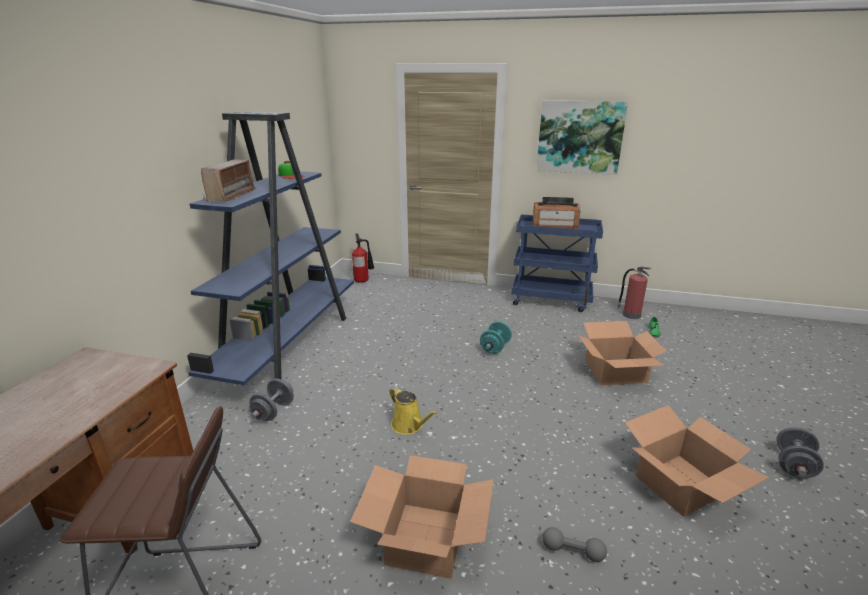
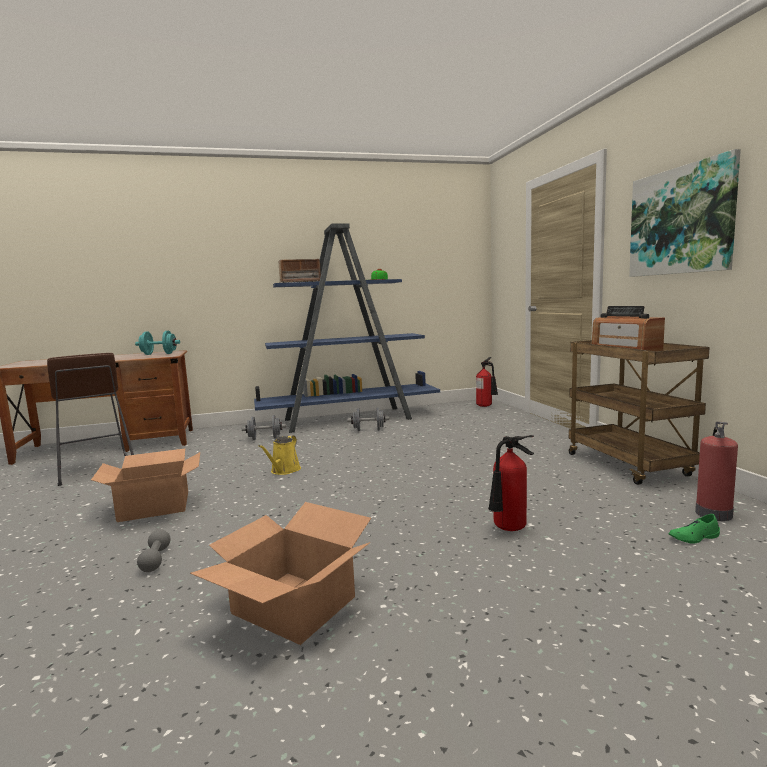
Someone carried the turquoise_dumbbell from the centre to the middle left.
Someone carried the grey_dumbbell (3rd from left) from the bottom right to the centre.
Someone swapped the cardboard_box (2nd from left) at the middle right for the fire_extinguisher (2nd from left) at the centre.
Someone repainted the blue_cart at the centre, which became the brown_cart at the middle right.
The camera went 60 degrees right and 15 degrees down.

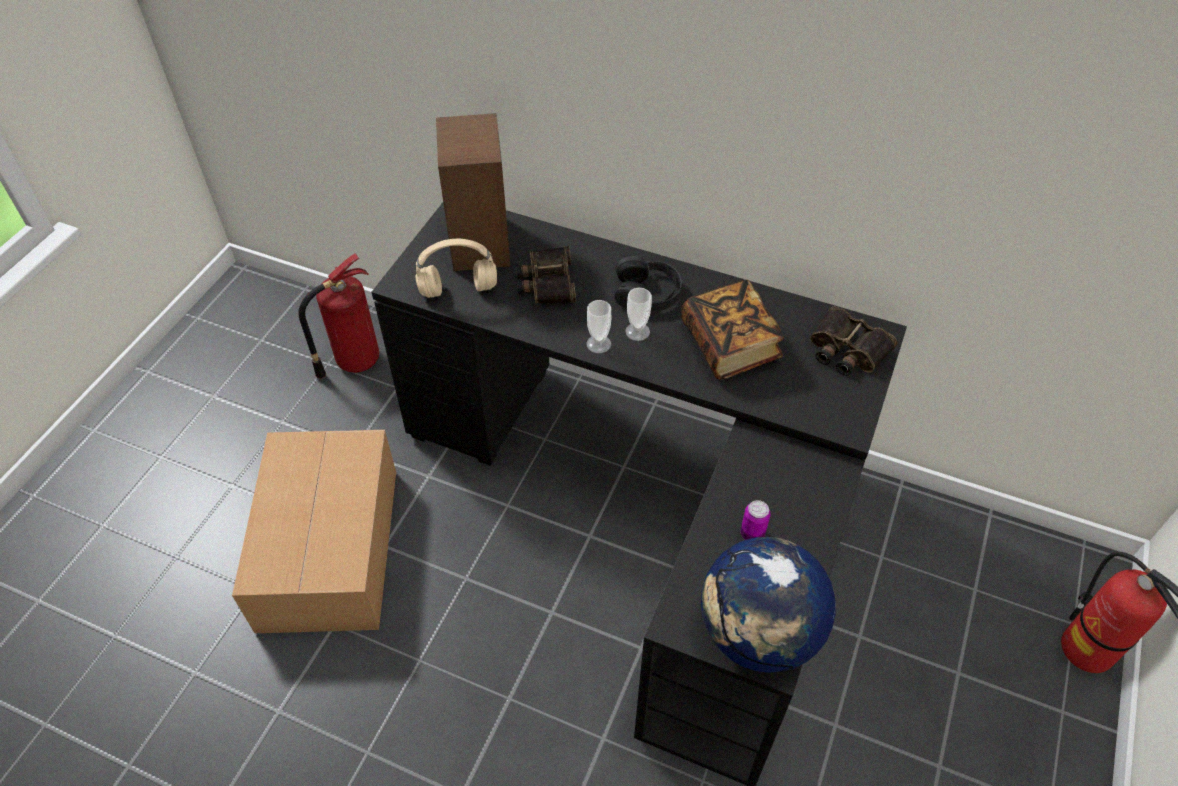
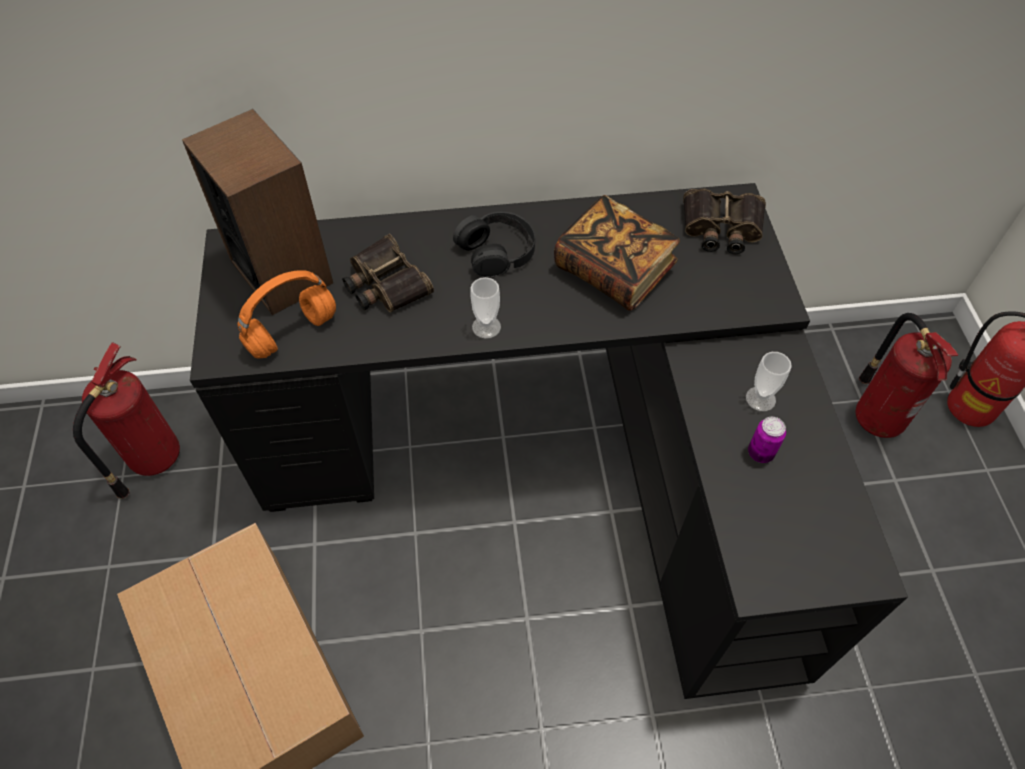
Someone took away the globe at the bottom centre.
Someone put down the fire_extinguisher (2nd from left) at the middle right.
Someone carried the cup (2nd from left) from the centre to the middle right.
Someone repainted the beige_headphones at the centre, which became the orange_headphones at the middle left.
The camera went 30 degrees left and 5 degrees up.

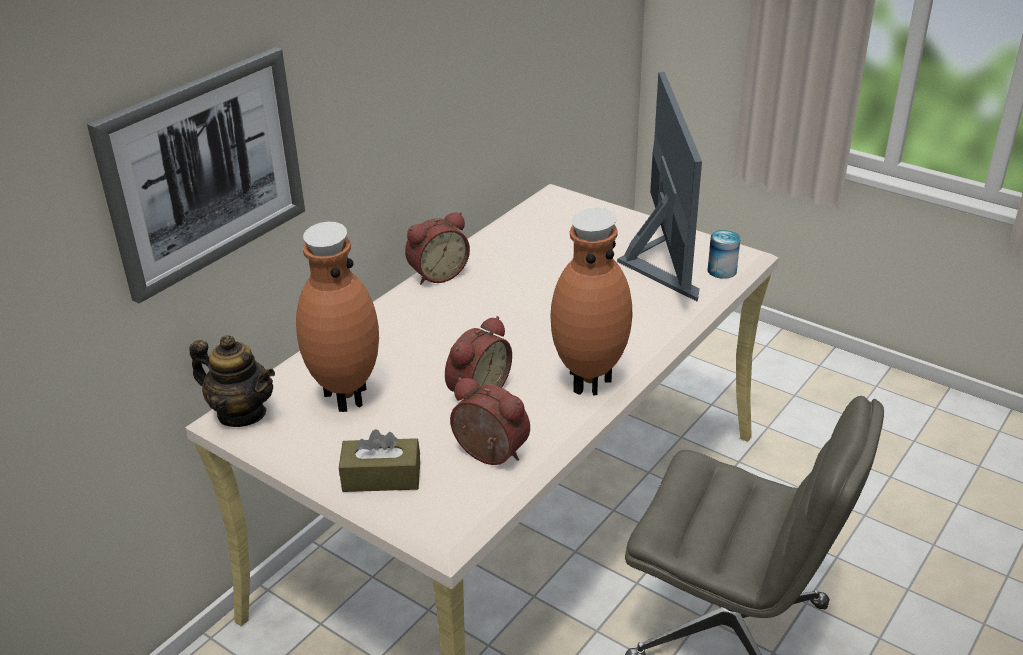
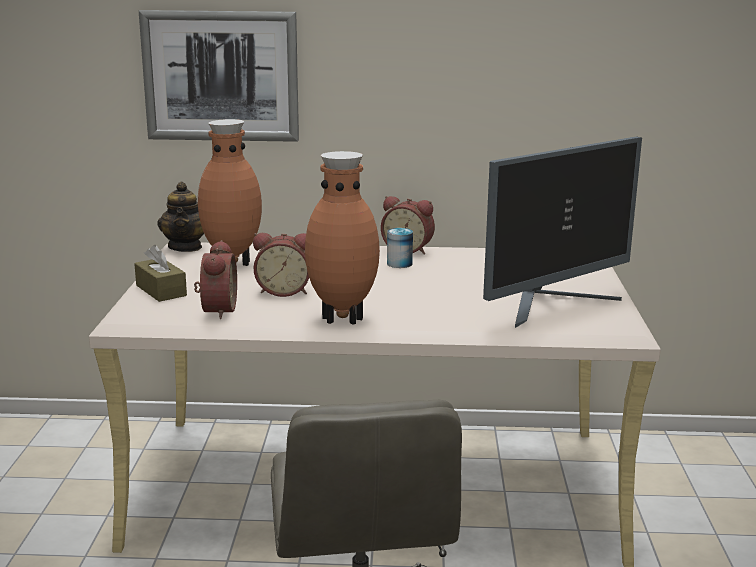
Someone carried the can from the middle right to the centre.
The camera went 55 degrees right and 15 degrees down.

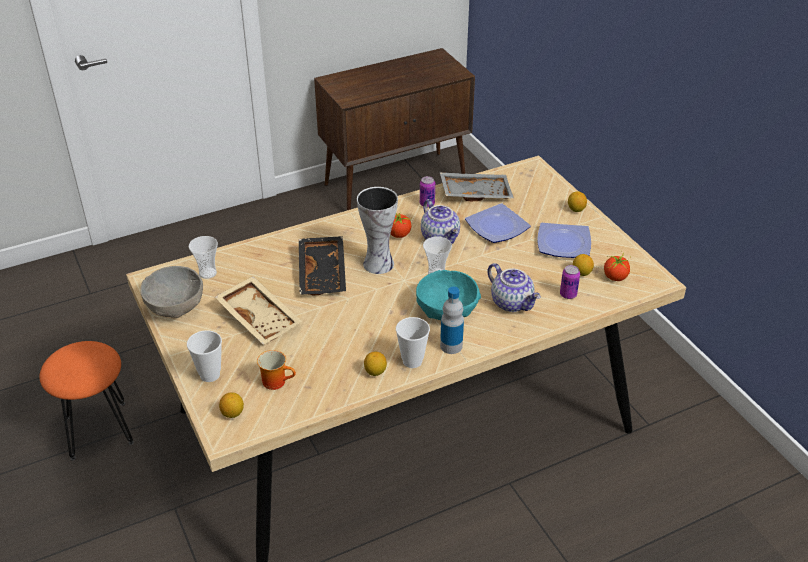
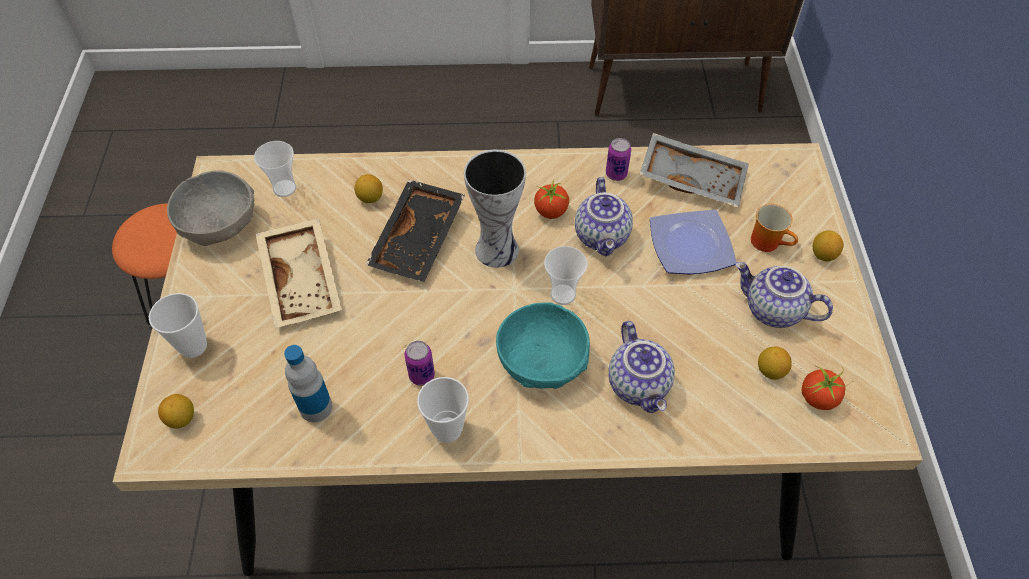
Someone carried the mug from the centre to the middle right.
Someone carried the lemon (2nd from left) from the centre to the top centre.
Someone carried the bottle from the centre to the middle left.
Someone carried the can (2nd from left in the first image) from the middle right to the centre.
Someone swapped the plate (2nd from left) at the middle right for the teapot (3rd from left) at the middle right.
The camera went 25 degrees right and 15 degrees up.

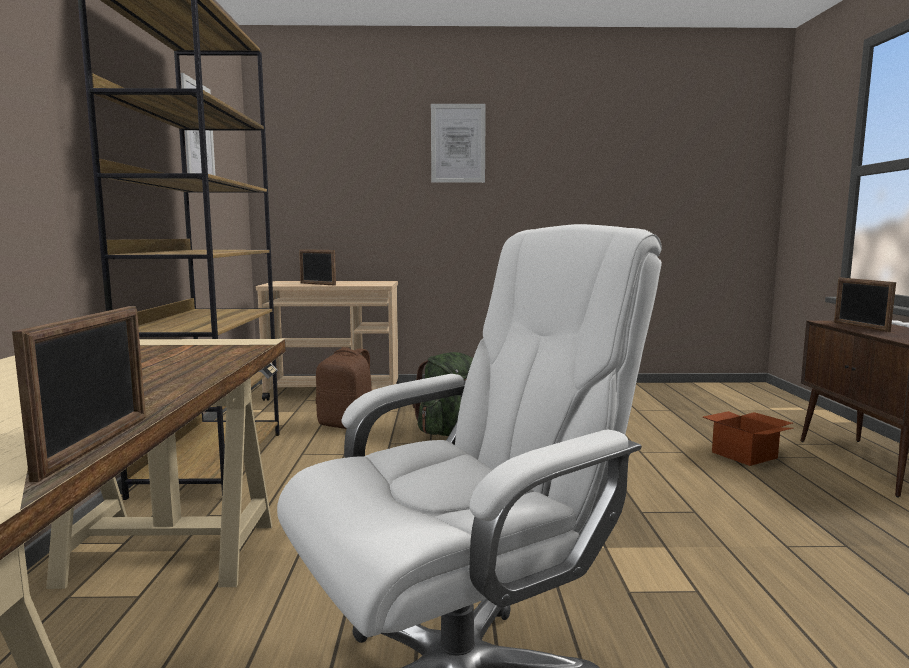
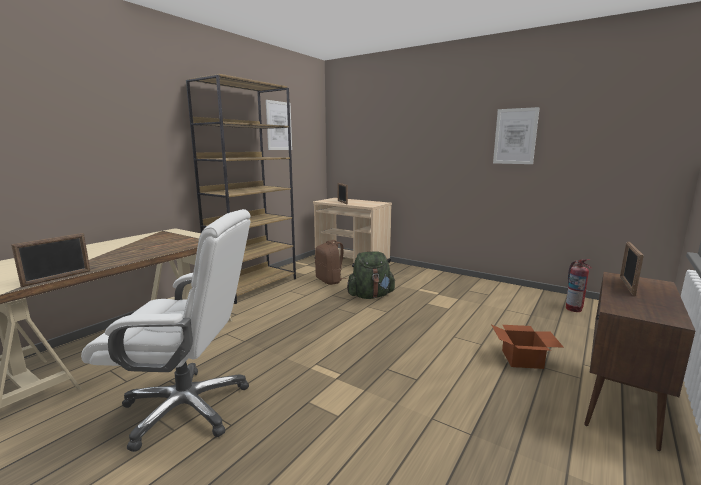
Someone put down the fire_extinguisher at the middle right.
Someone carried the picture (2nd from left) from the top centre to the top right.
The camera went 35 degrees right and 5 degrees up.

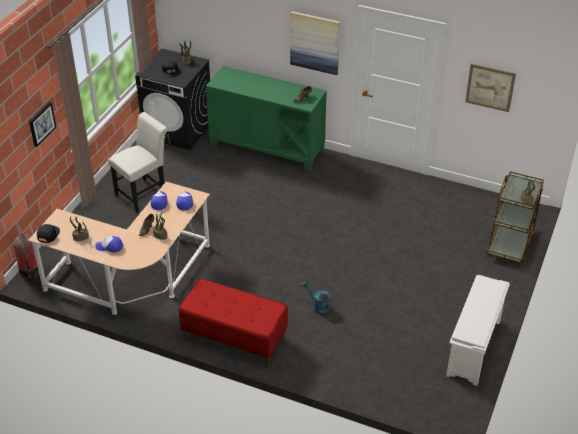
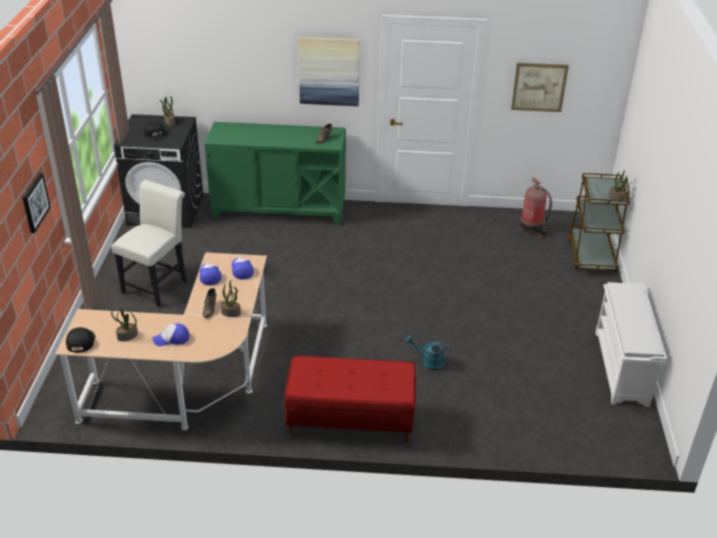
Someone carried the fire_extinguisher from the middle left to the middle right.
The camera went 20 degrees left and 5 degrees down.

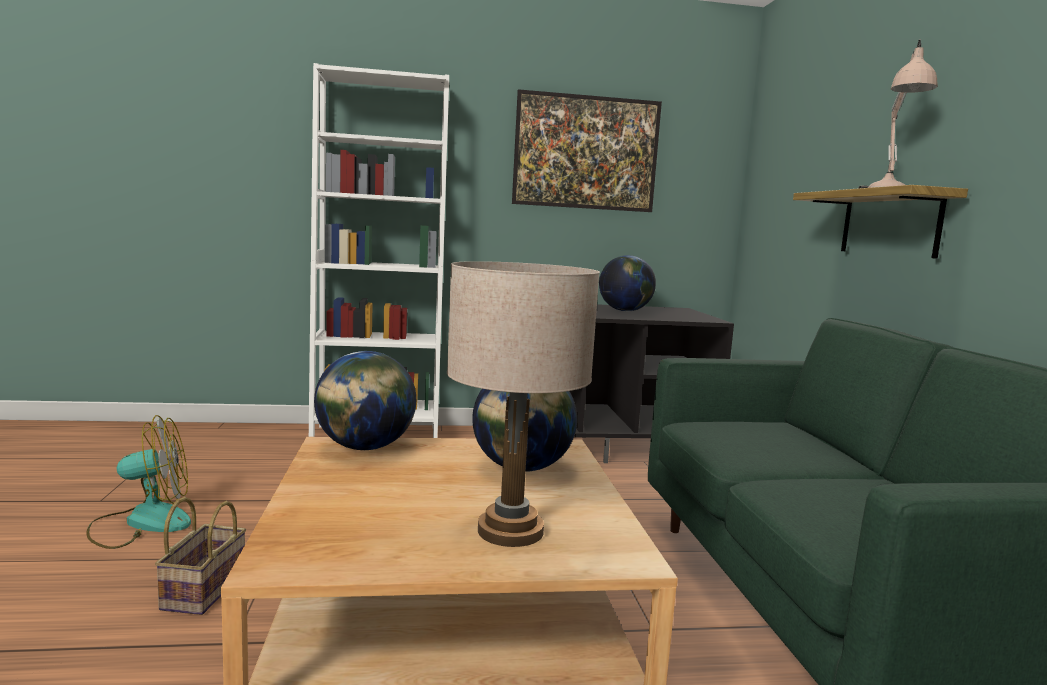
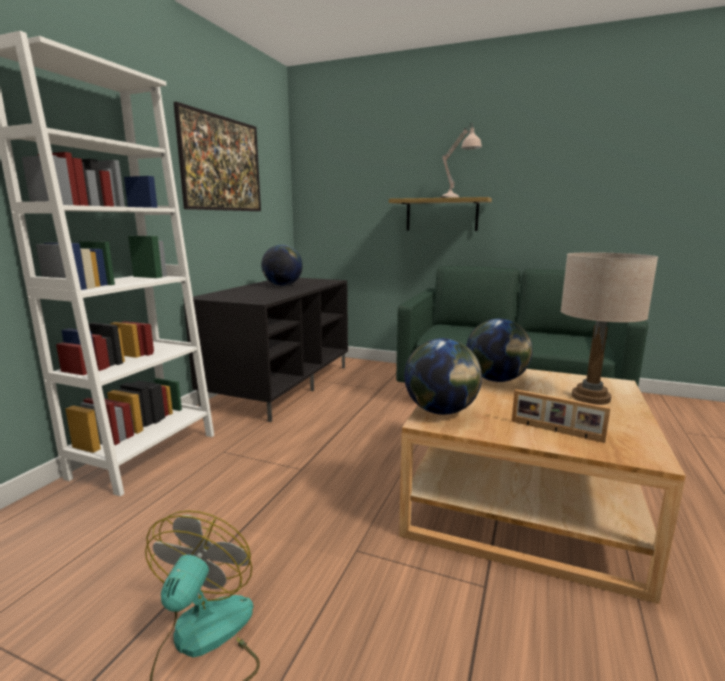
Someone took away the basket at the bottom left.
Someone put down the picture_frame at the middle right.
The camera went 60 degrees left and 5 degrees up.

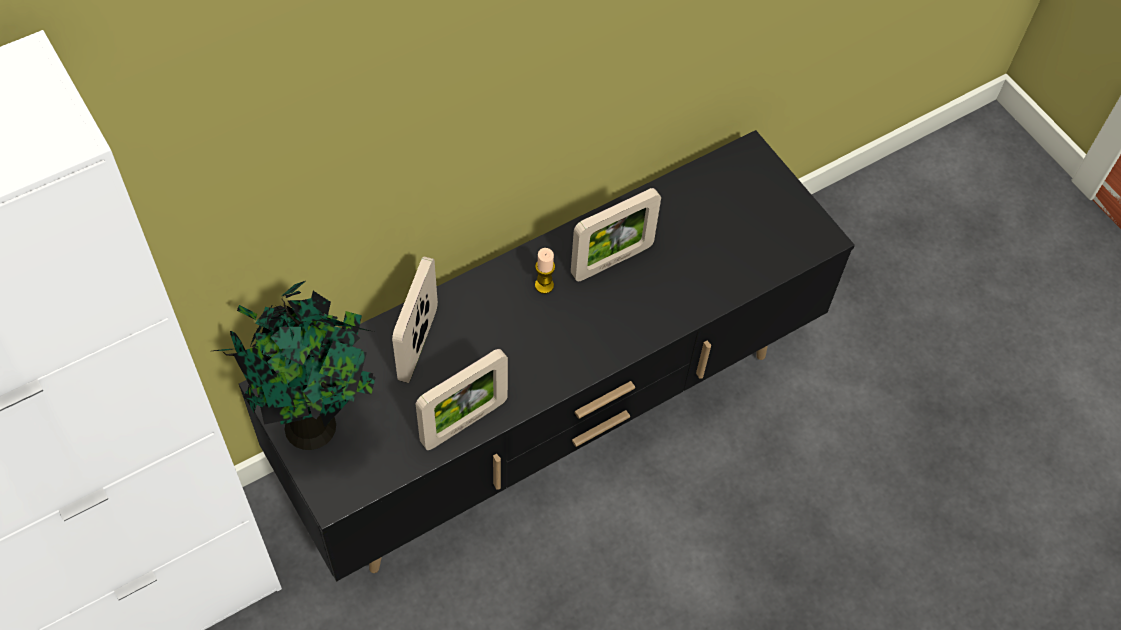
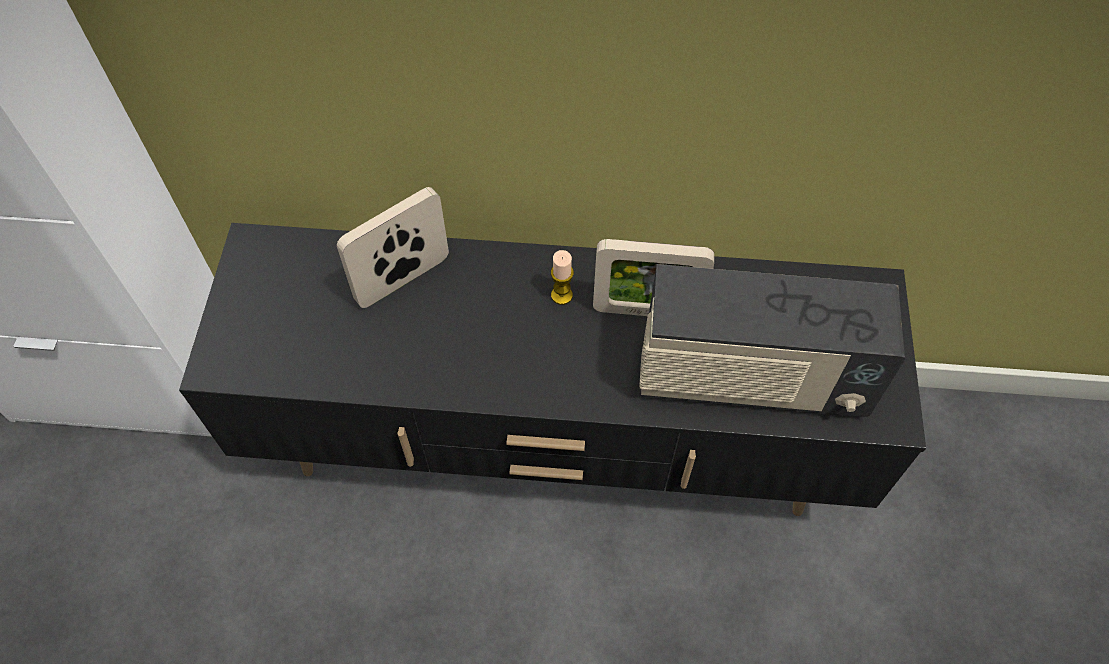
Someone took away the potted_plant at the middle left.
Someone took away the picture_frame (2nd from left) at the centre.
Someone put down the radio at the middle right.
The camera went 40 degrees right and 0 degrees up.

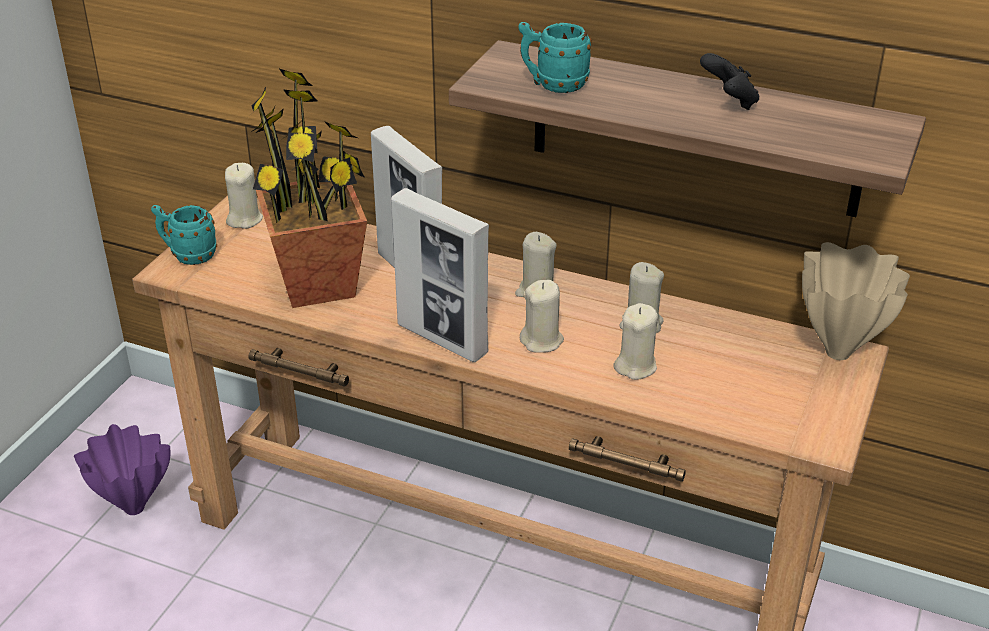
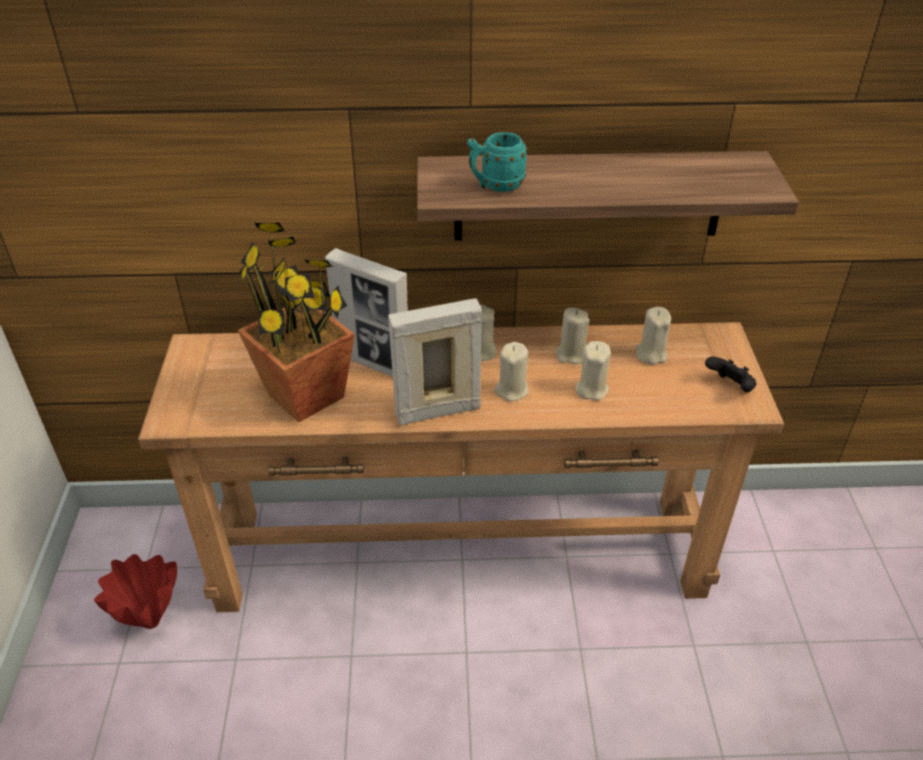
Someone took away the turquoise_mug (1st from left) at the middle left.
Someone took away the beige_vase at the middle right.
Someone carried the beige_candle (1st from left in the first image) from the top left to the middle right.
Someone carried the black_game_controller from the top right to the middle right.
Someone repainted the purple_vase at the bottom left, which became the red_vase at the bottom left.
Someone rotated the picture_frame (2nd from left) at the centre by 150 degrees clockwise.
The camera went 25 degrees left and 5 degrees up.

